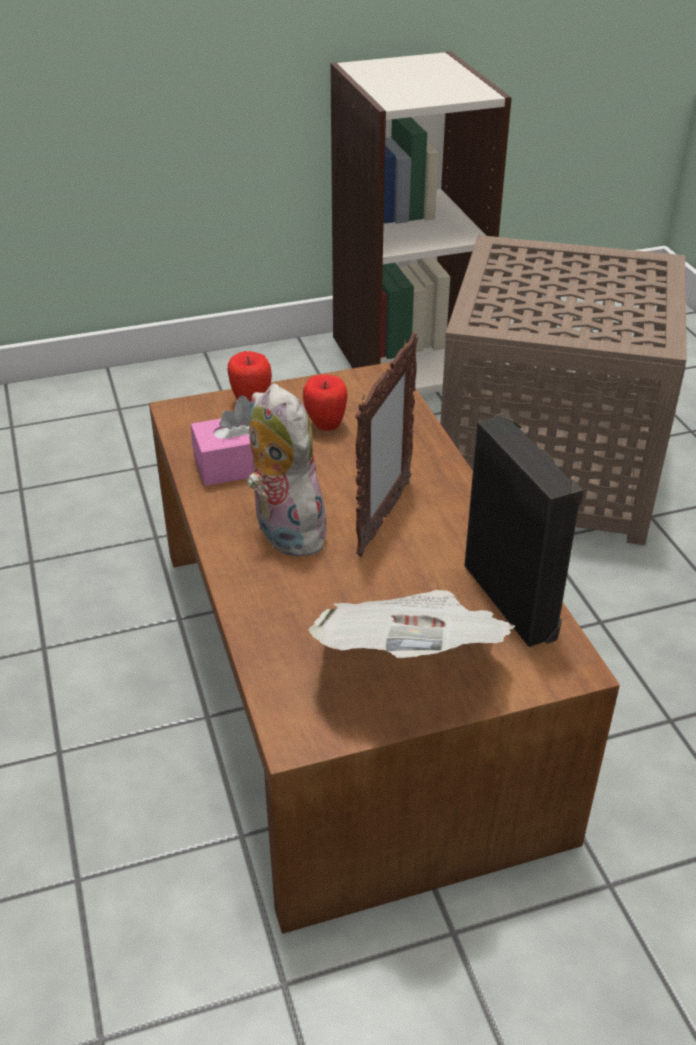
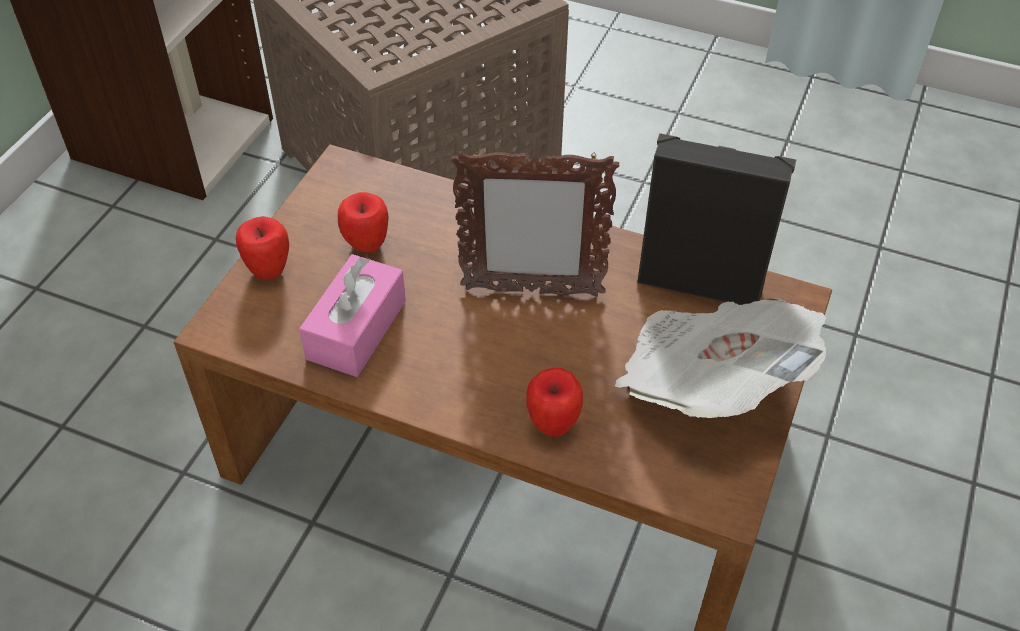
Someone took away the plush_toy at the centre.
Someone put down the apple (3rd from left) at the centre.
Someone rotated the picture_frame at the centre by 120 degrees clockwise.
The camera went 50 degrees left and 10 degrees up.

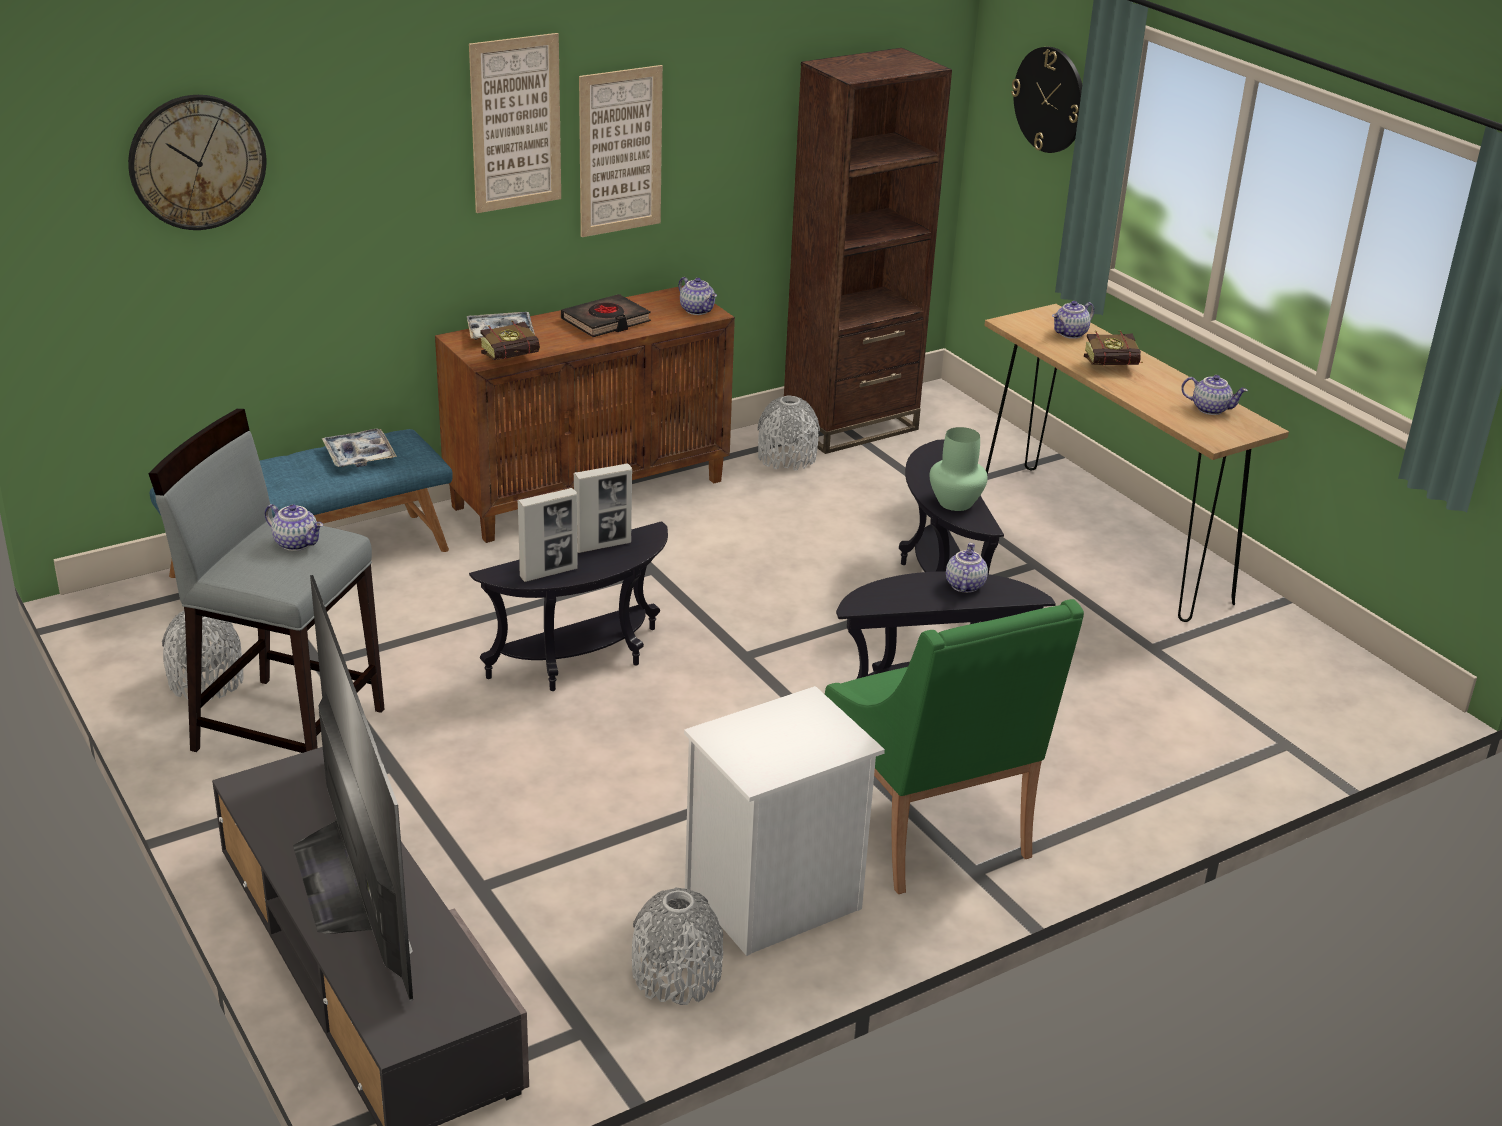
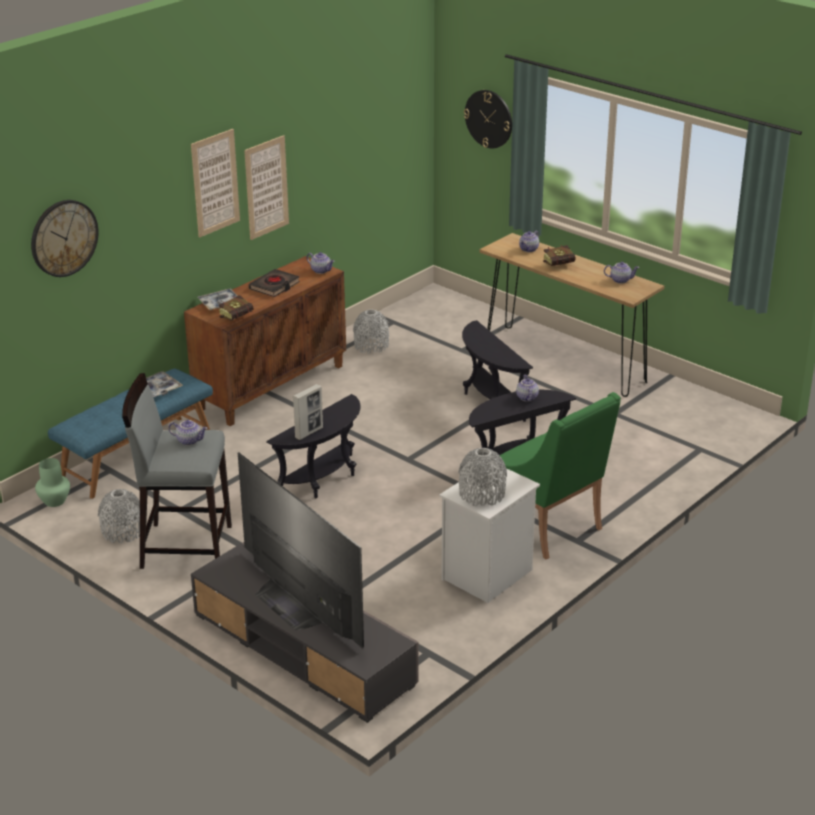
Someone took away the picture_frame (2nd from left) at the centre.
Someone took away the brown_bookcase at the top centre.
Someone carried the grey_vase (2nd from left in the first image) from the bottom centre to the centre.
Someone carried the green_vase from the centre to the middle left.
The camera went 15 degrees left and 0 degrees up.

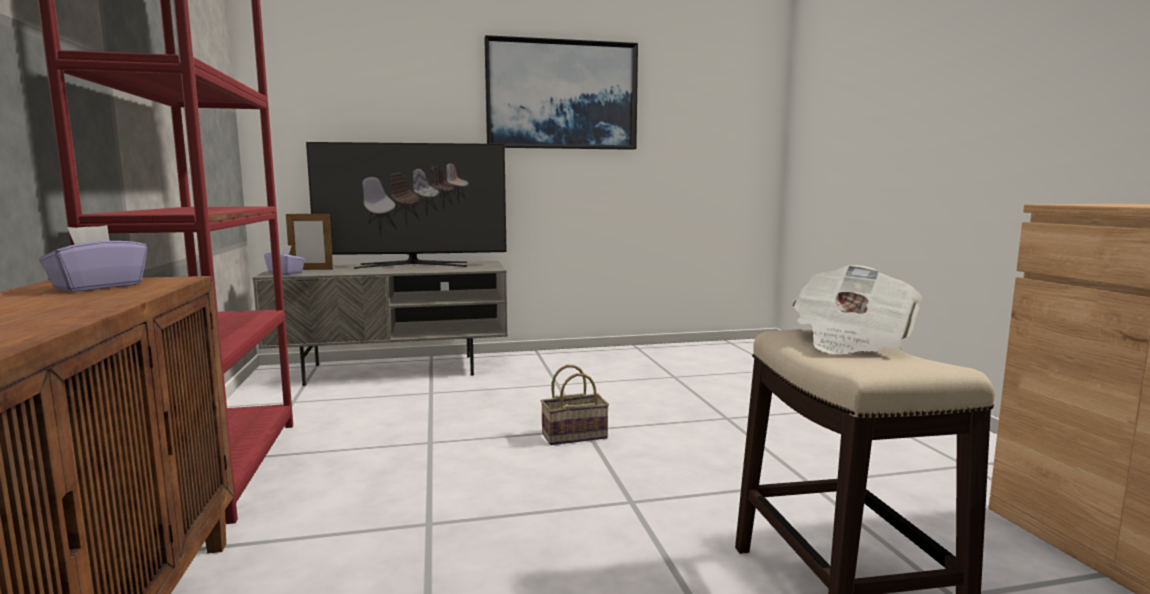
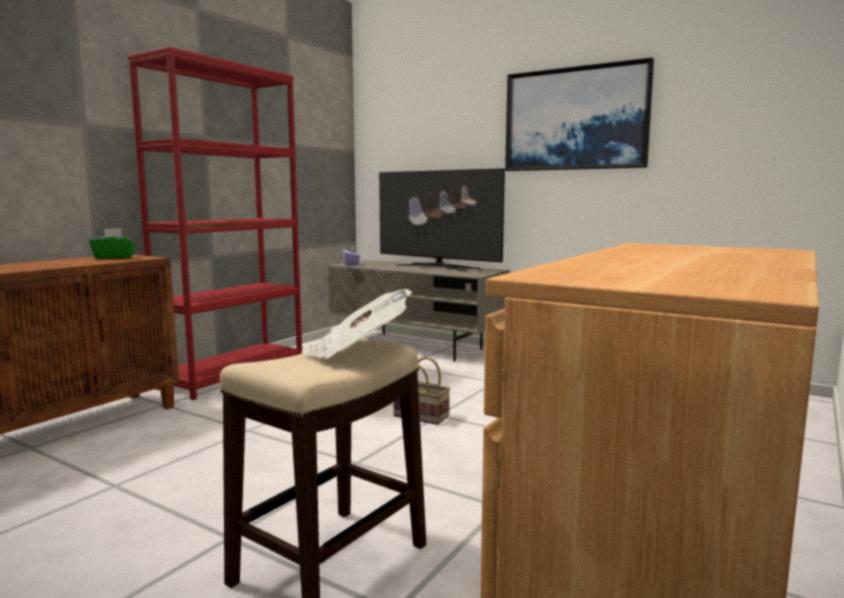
Someone took away the picture_frame at the middle left.
Someone repainted the purple_tissue_box (1st from left) at the middle left, which became the green_tissue_box at the middle left.
The camera went 45 degrees right and 0 degrees up.

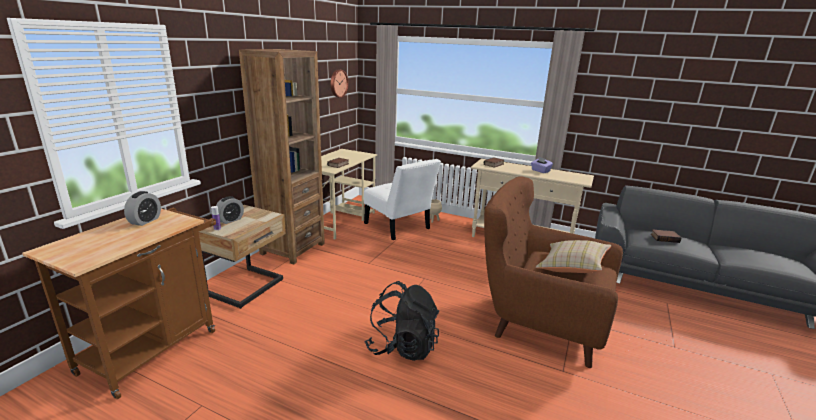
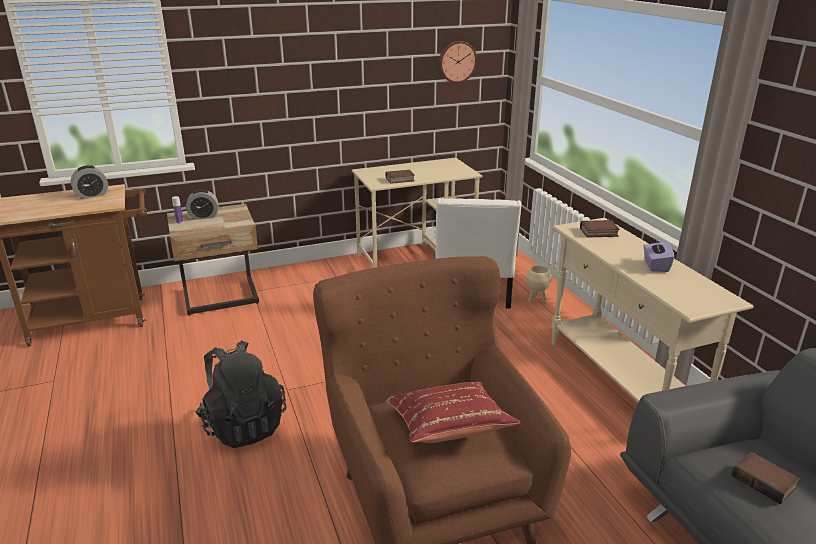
Someone took away the brown_bookcase at the centre.
Someone repainted the beige_pillow at the middle right, which became the red_pillow at the bottom centre.
The camera went 45 degrees right and 5 degrees up.

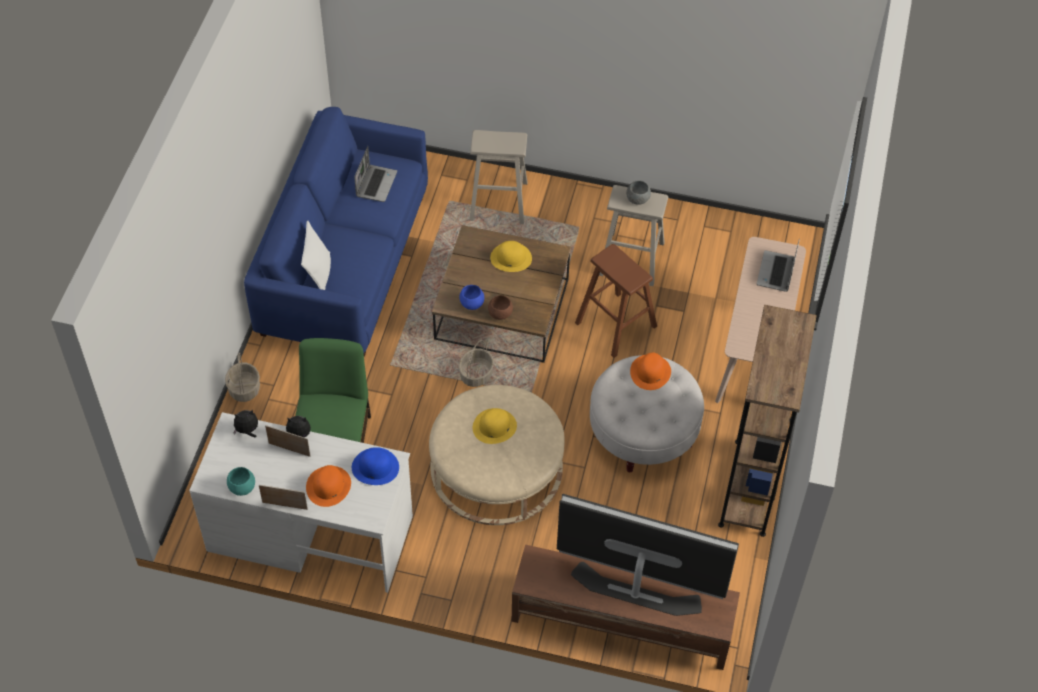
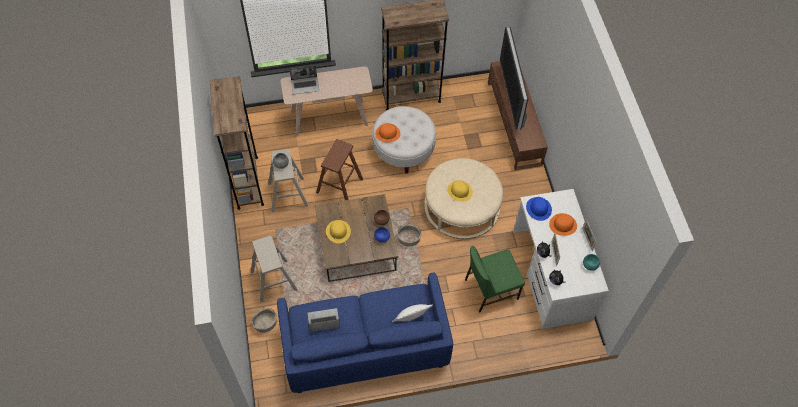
Someone put down the brown_bookcase (1st from left) at the middle left.
Someone carried the basket (1st from left) from the middle left to the bottom left.
The camera went 115 degrees left and 5 degrees up.

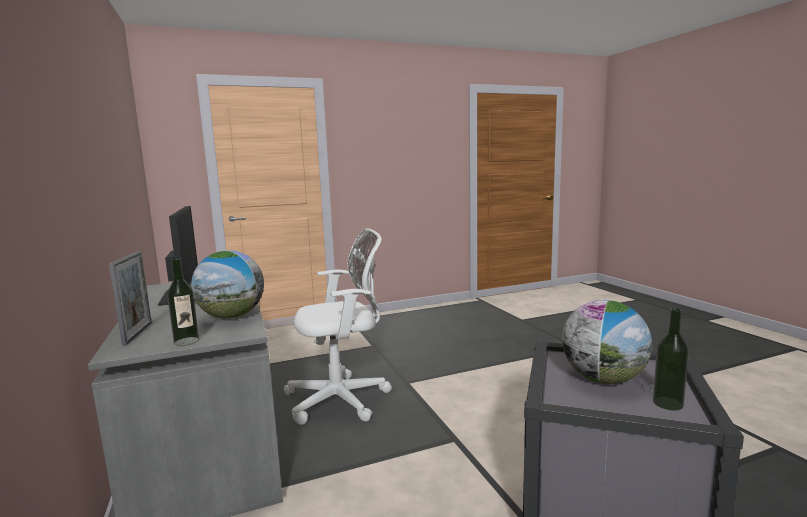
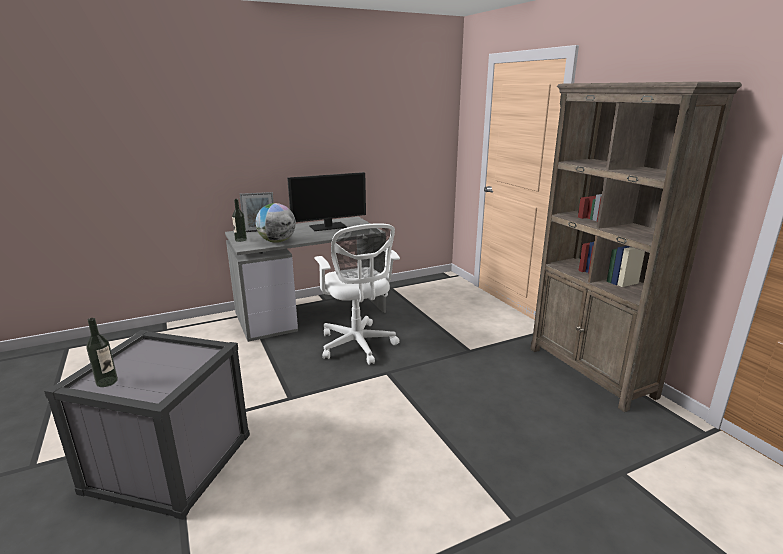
Someone took away the globe (2nd from left) at the middle right.
Someone put down the brown_bookcase at the middle right.
The camera went 85 degrees right and 10 degrees up.

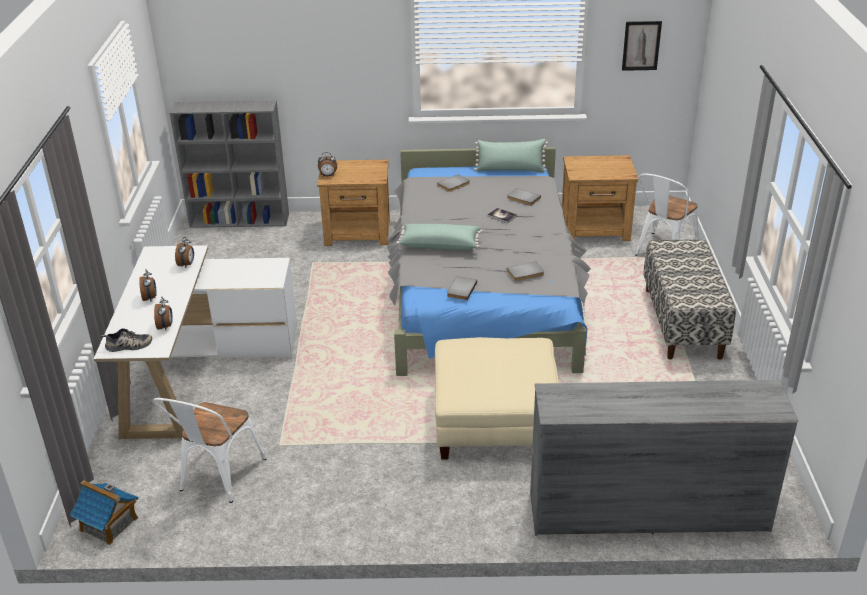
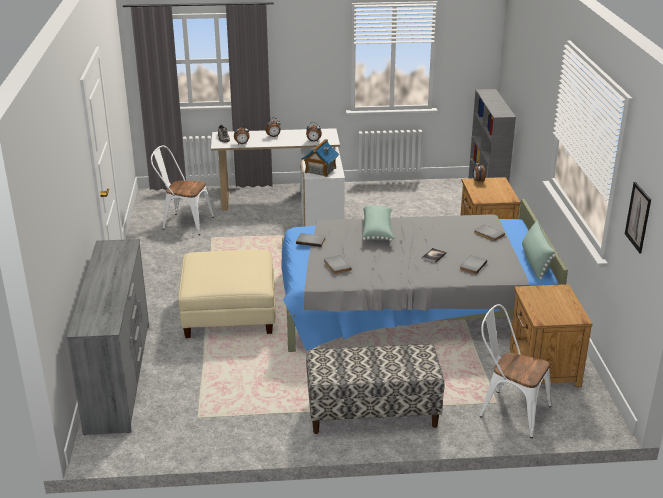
Someone carried the toy_house from the bottom left to the top centre.
The camera went 85 degrees right and 5 degrees down.

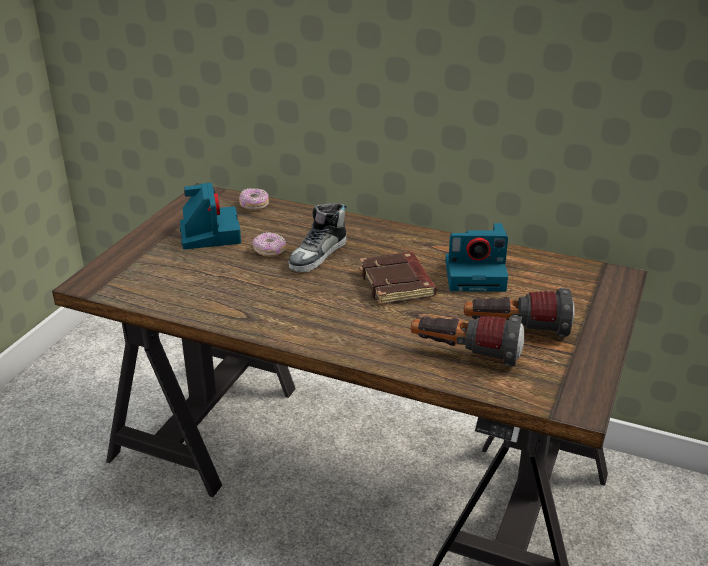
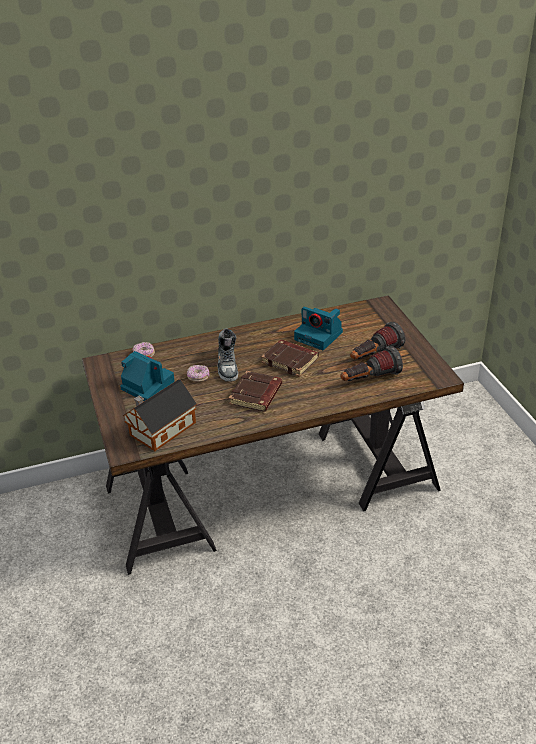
Someone put down the toy_house at the middle left.
Someone put down the brown_book (1st from left) at the centre.
Someone rotated the photo_camera (2nd from left) at the middle right by 75 degrees clockwise.
The camera went 40 degrees left and 5 degrees up.

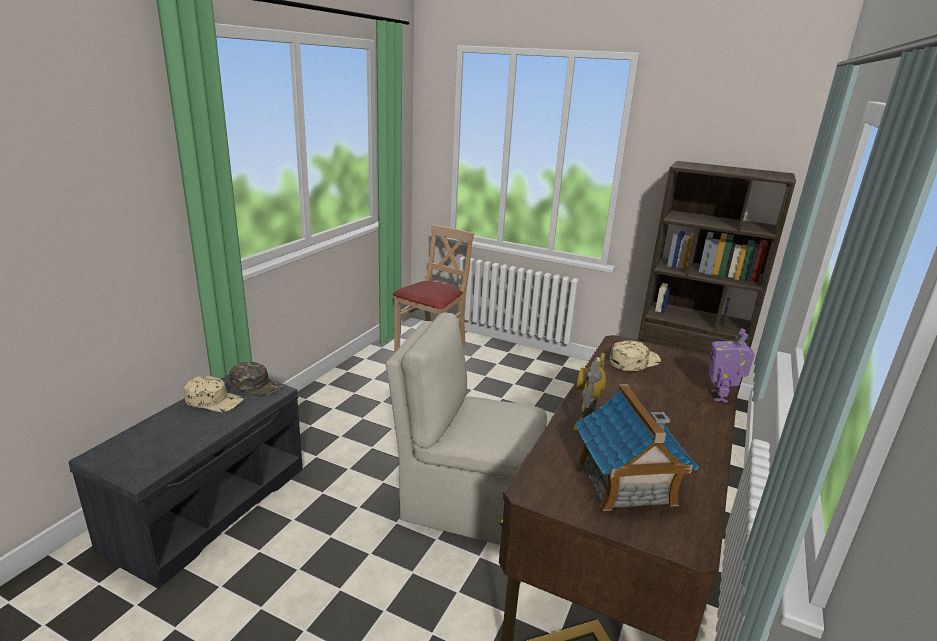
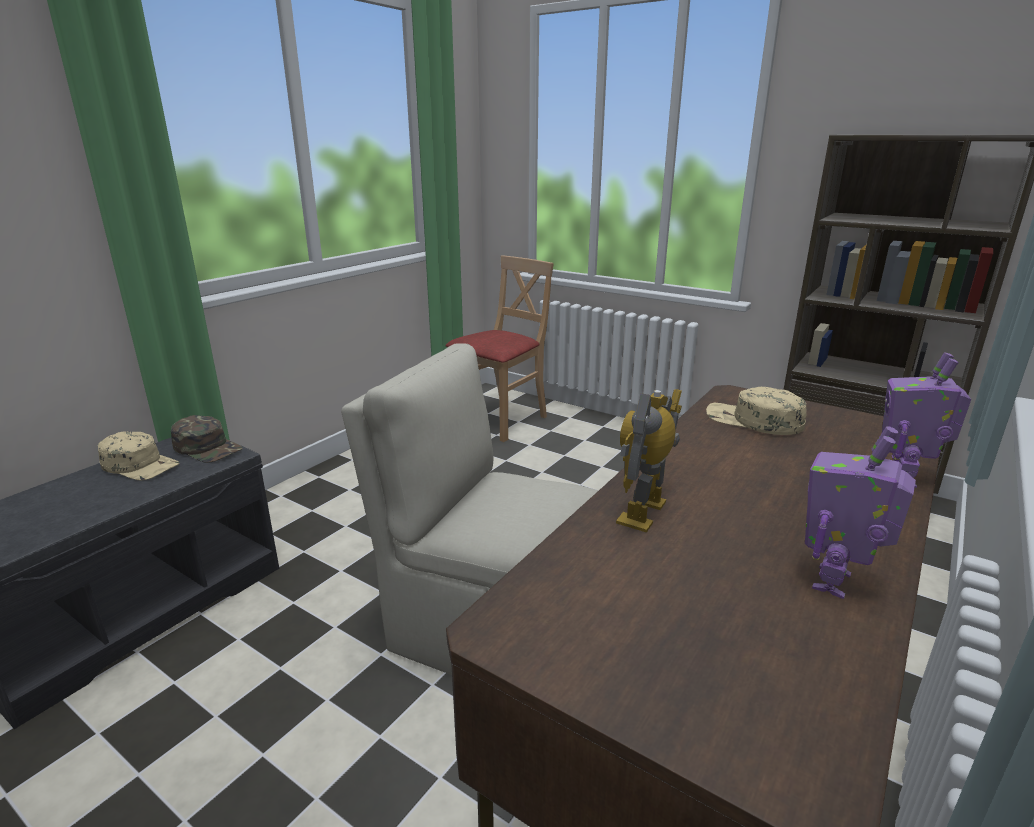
Someone took away the toy_house at the bottom right.
Someone put down the toy_robot (2nd from left) at the middle right.
Someone rotated the beige_cap (2nd from left) at the middle right by 120 degrees counterclockwise.
The camera went 10 degrees right and 0 degrees up.

